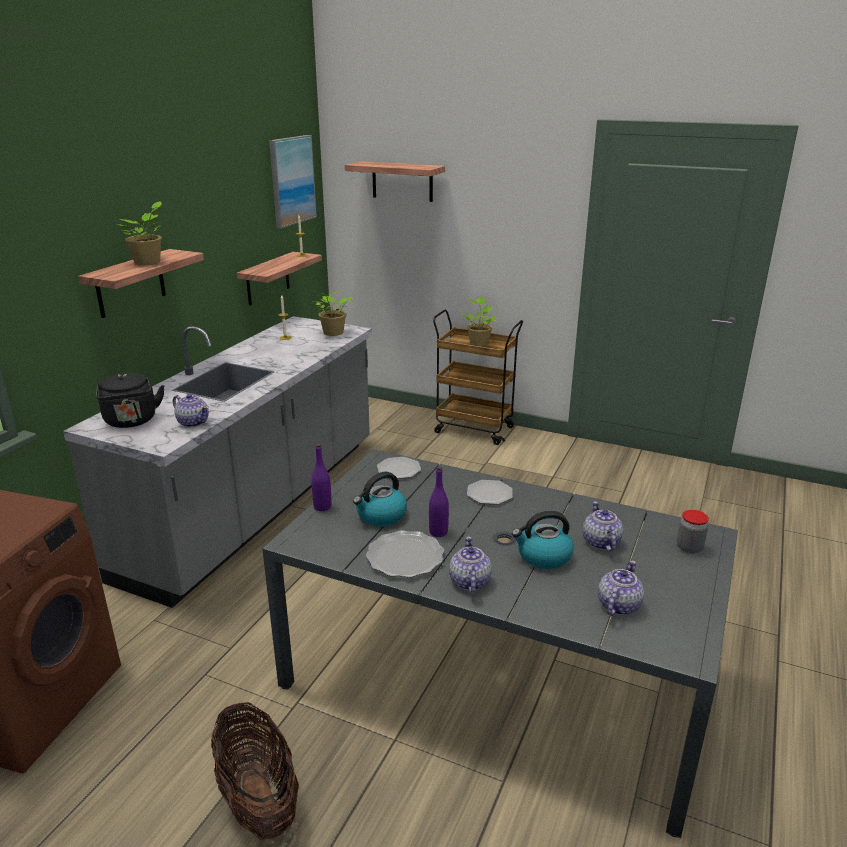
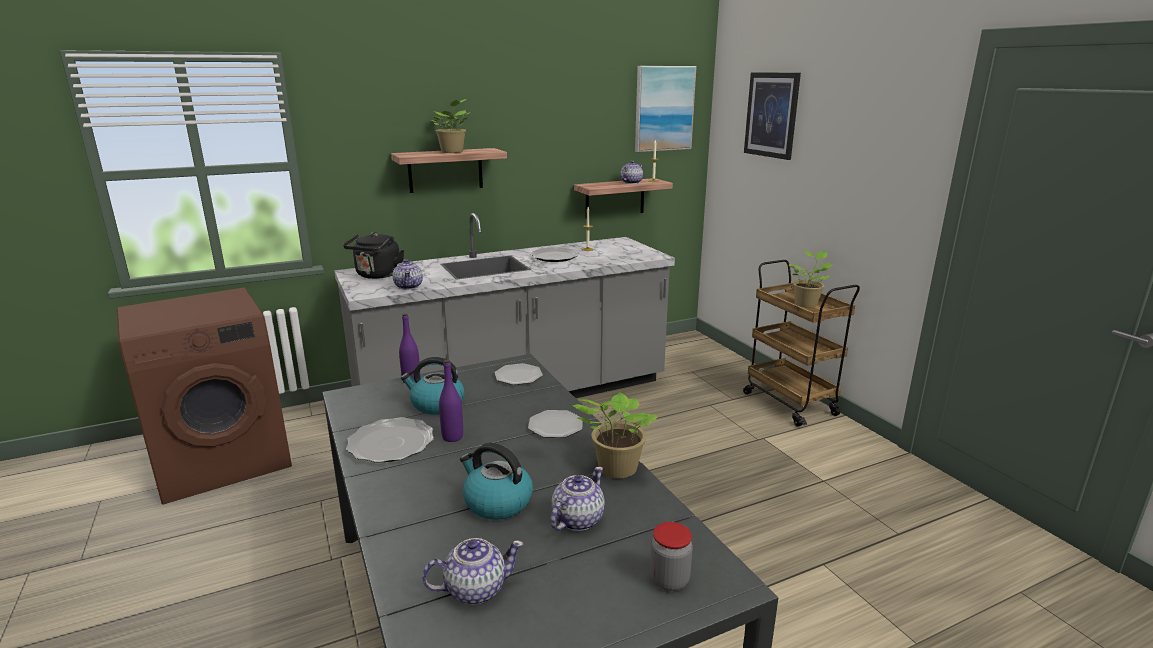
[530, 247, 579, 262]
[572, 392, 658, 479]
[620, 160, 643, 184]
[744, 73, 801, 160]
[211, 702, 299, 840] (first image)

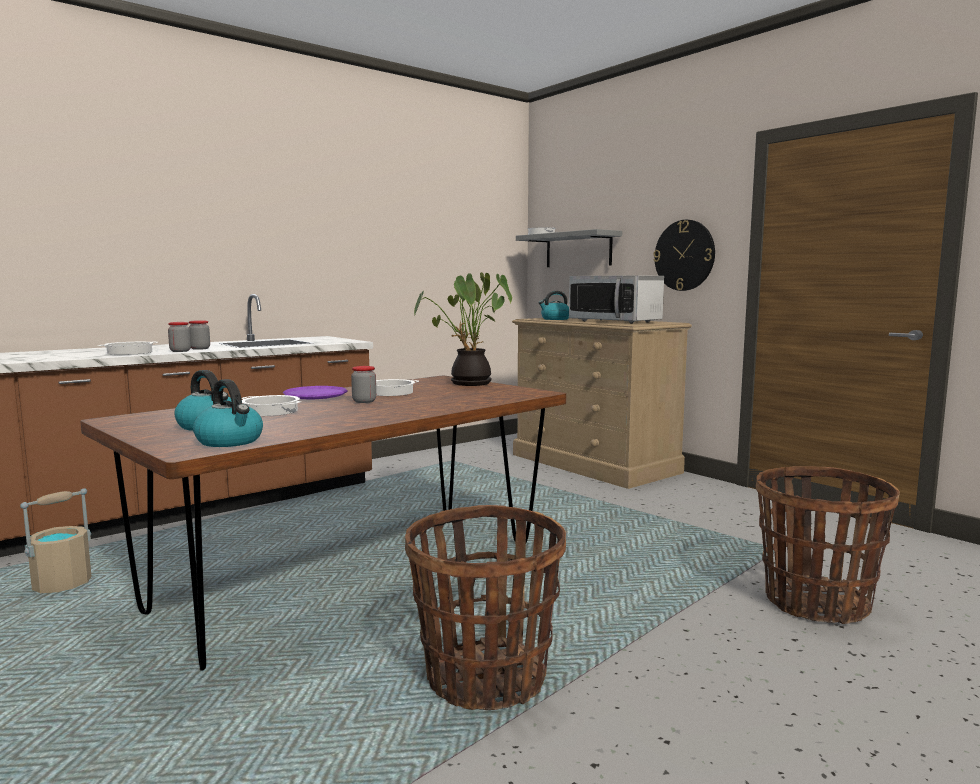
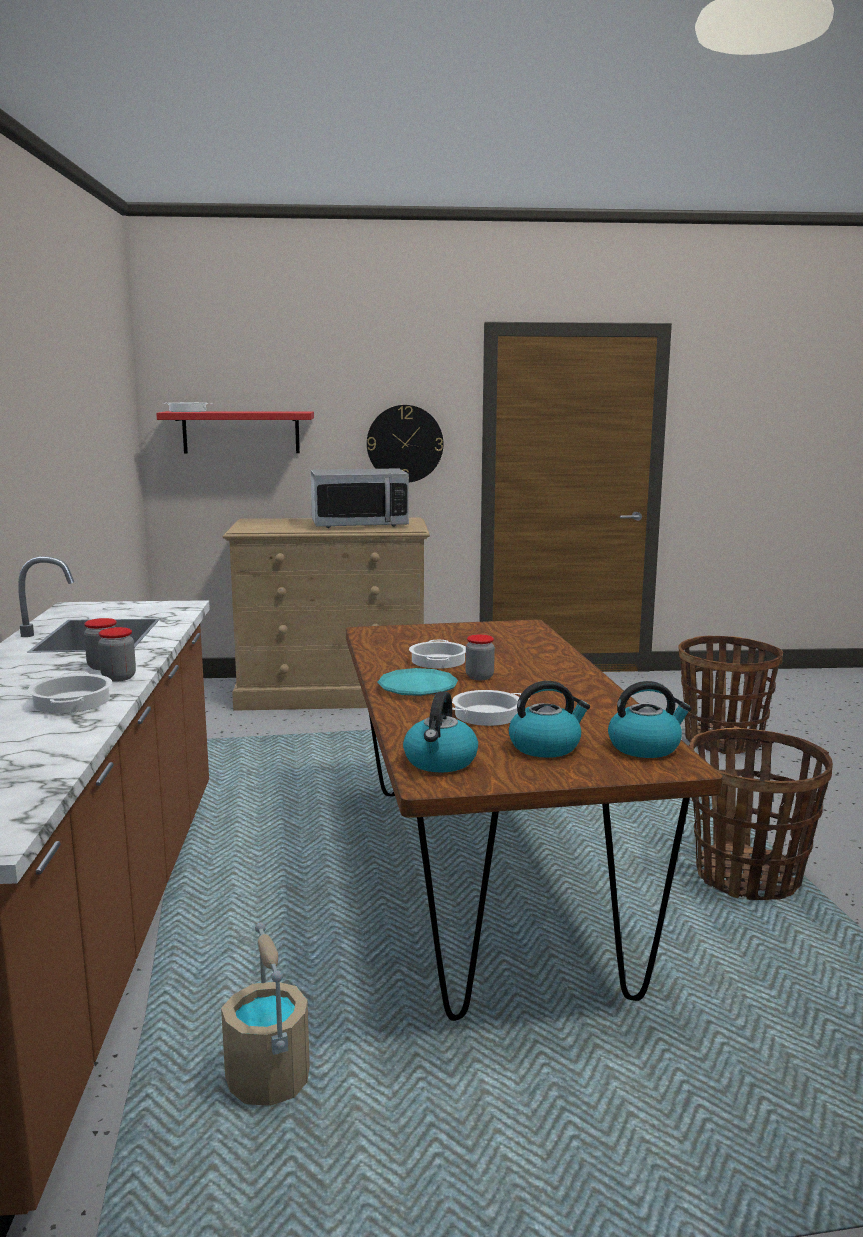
[156, 411, 314, 453]
[377, 668, 458, 696]
[403, 691, 478, 773]
[414, 272, 512, 386] (first image)

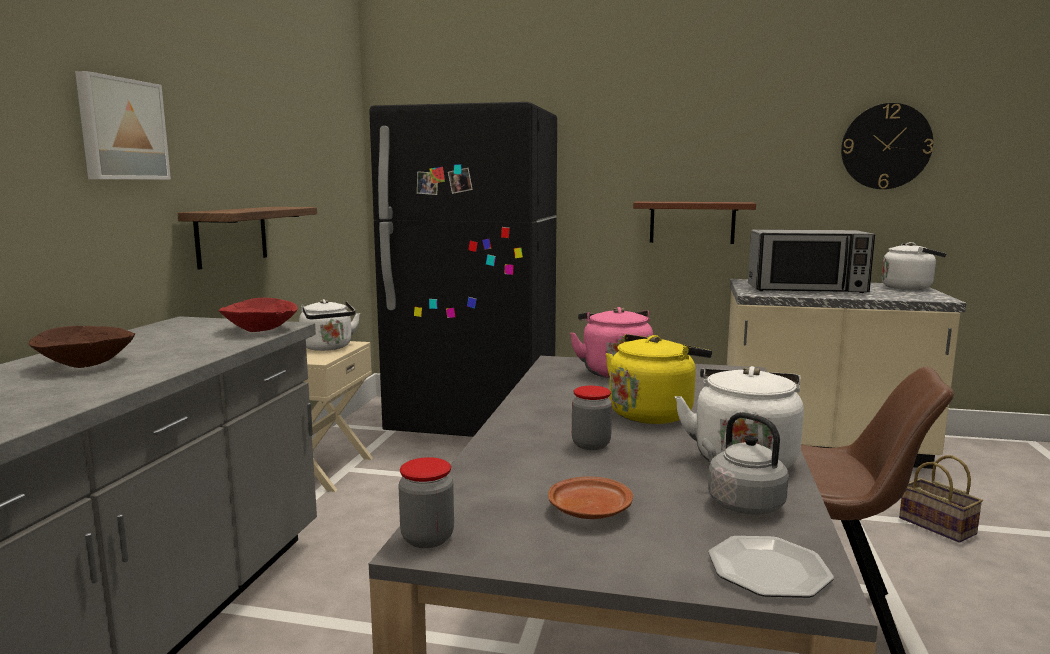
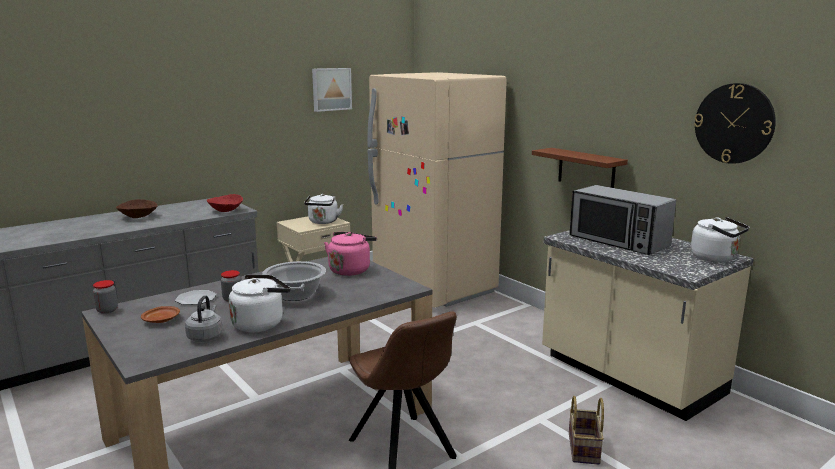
[175, 290, 217, 305]
[262, 261, 326, 301]
[312, 68, 352, 112]
[367, 72, 507, 308]
[178, 207, 317, 270] (first image)

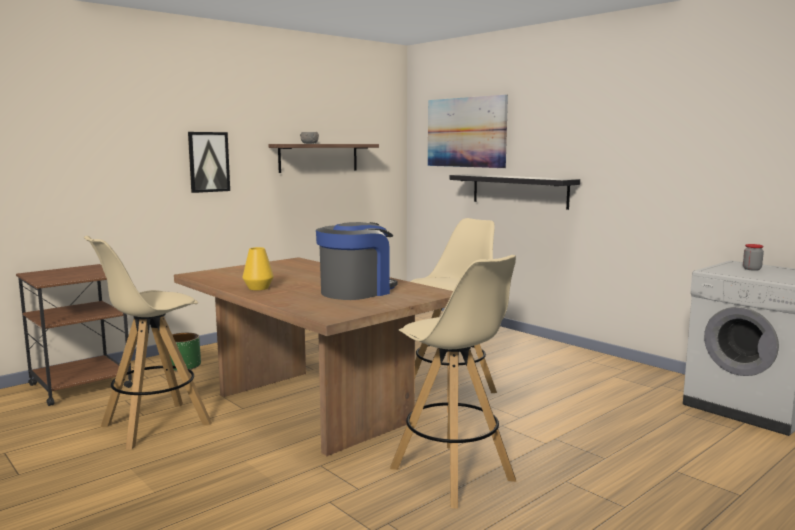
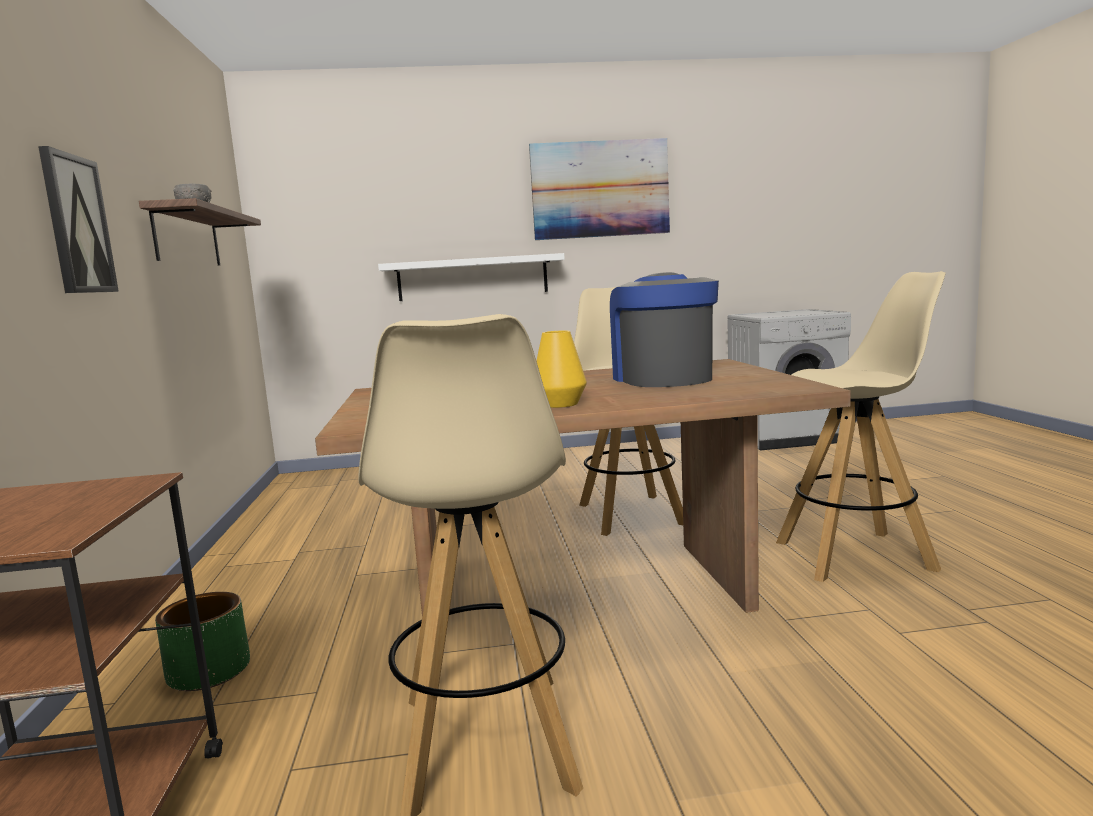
[378, 253, 565, 301]
[529, 138, 670, 240]
[743, 244, 764, 271] (first image)

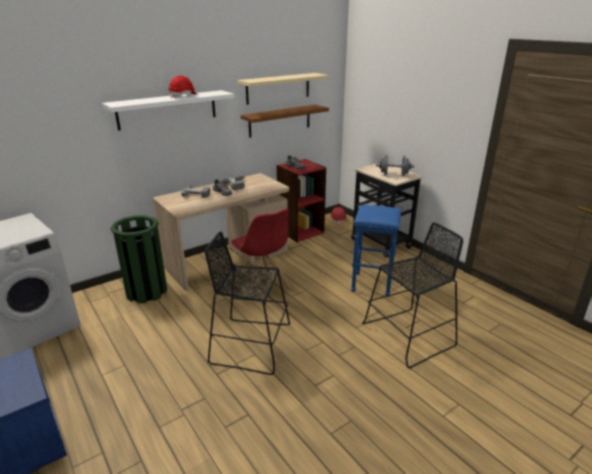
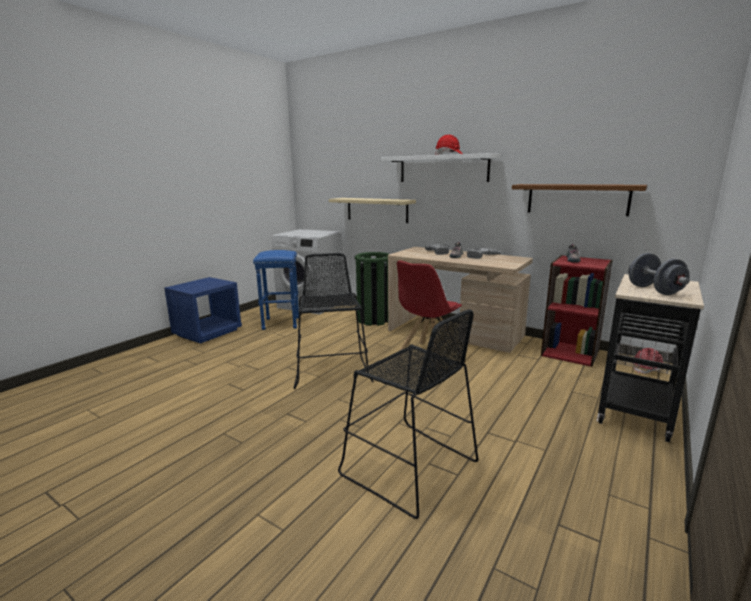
[253, 250, 299, 330]
[329, 198, 416, 223]

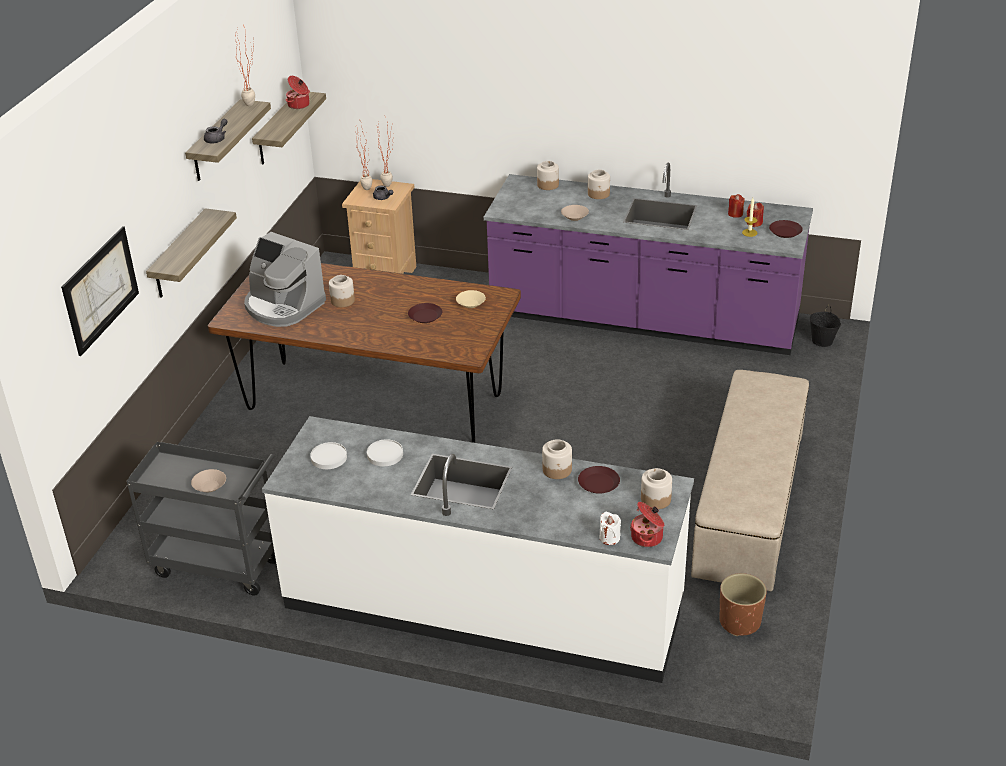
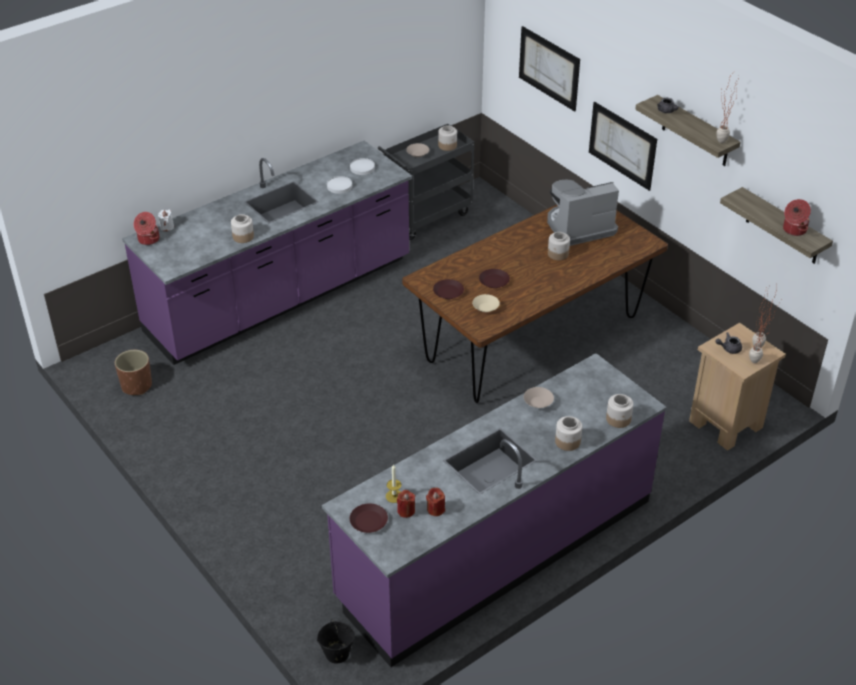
[122, 140, 412, 365]
[433, 279, 464, 299]
[438, 125, 457, 151]
[589, 102, 657, 191]
[691, 370, 809, 591] (first image)

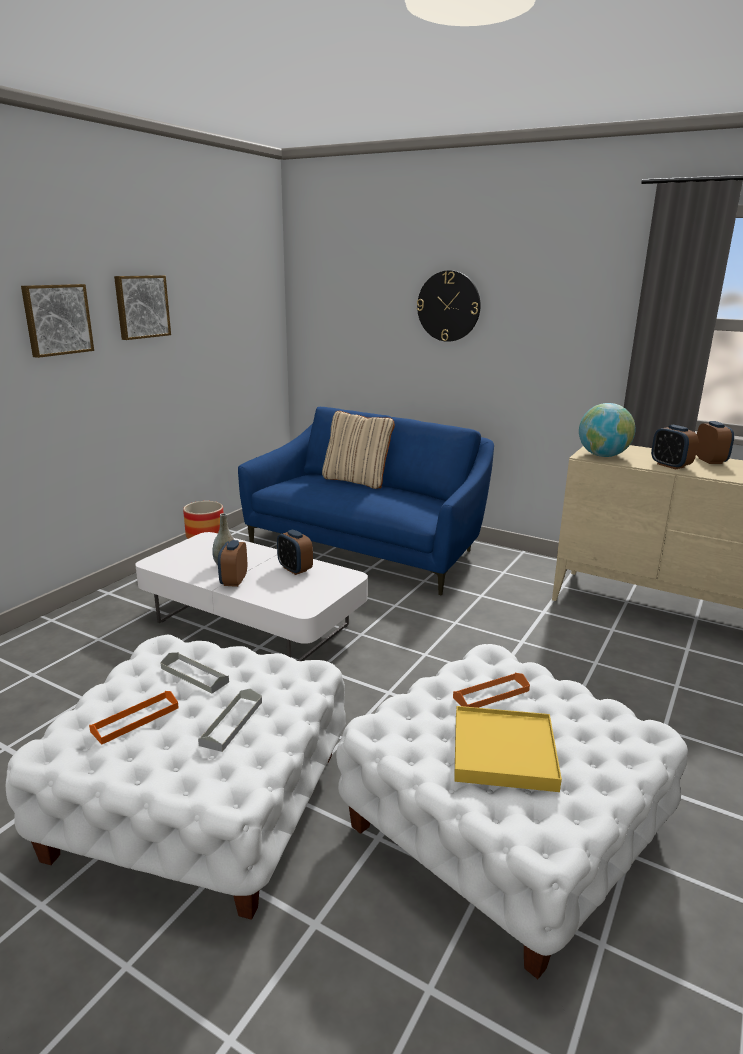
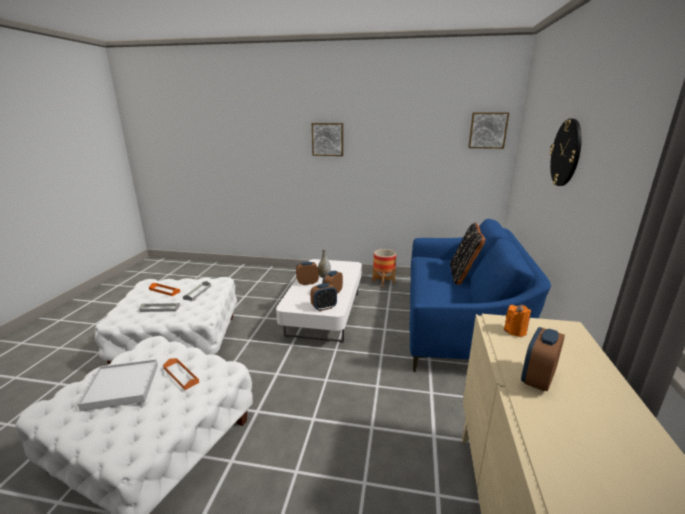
[78, 359, 158, 412]
[310, 283, 337, 311]
[450, 223, 485, 285]
[468, 113, 509, 149]
[504, 304, 531, 337]

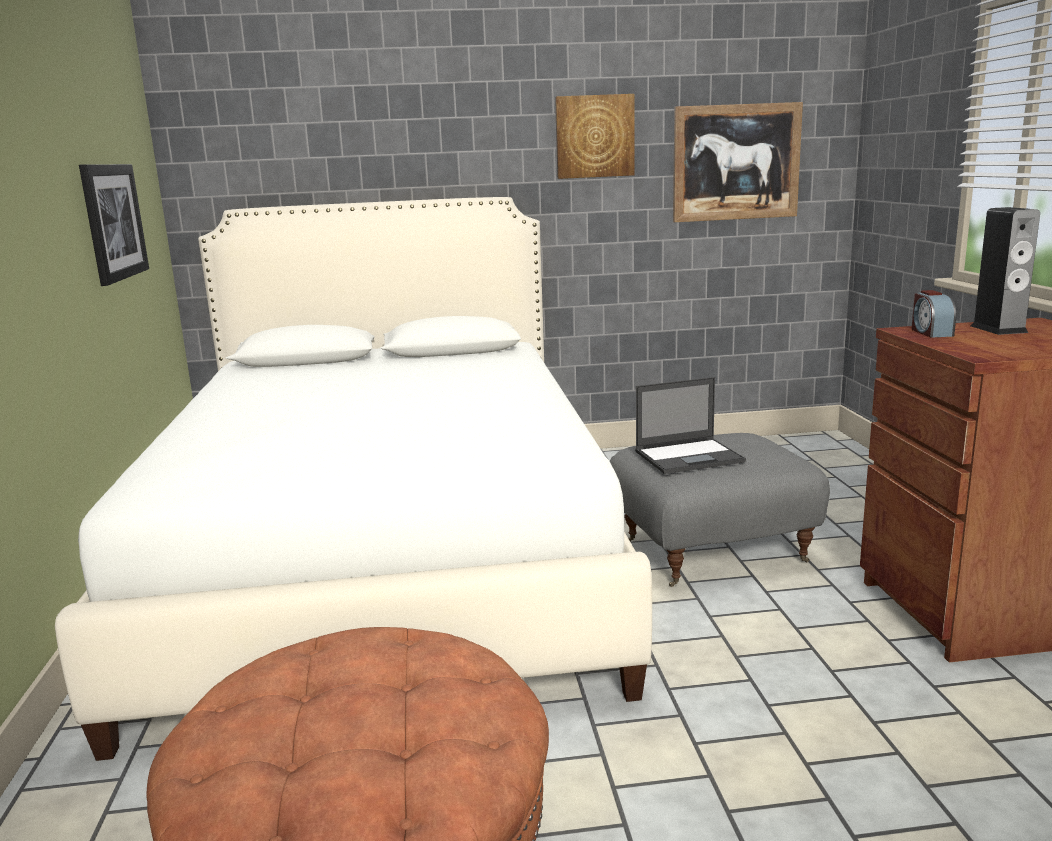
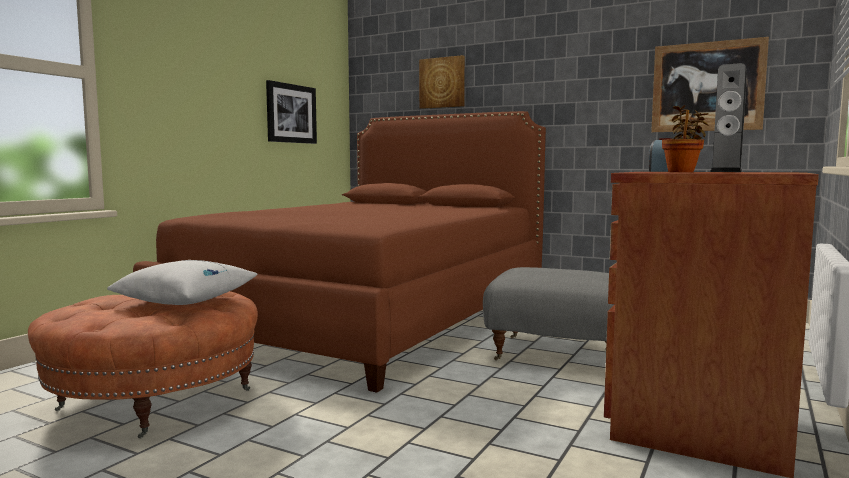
[107, 260, 257, 305]
[133, 111, 546, 393]
[419, 55, 465, 109]
[662, 105, 709, 172]
[635, 377, 746, 474] (first image)

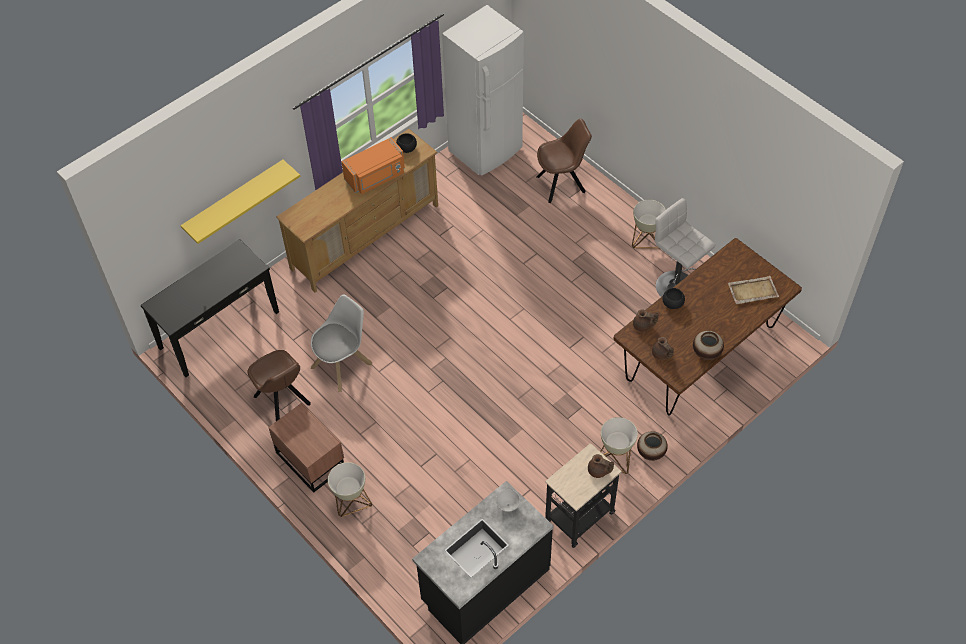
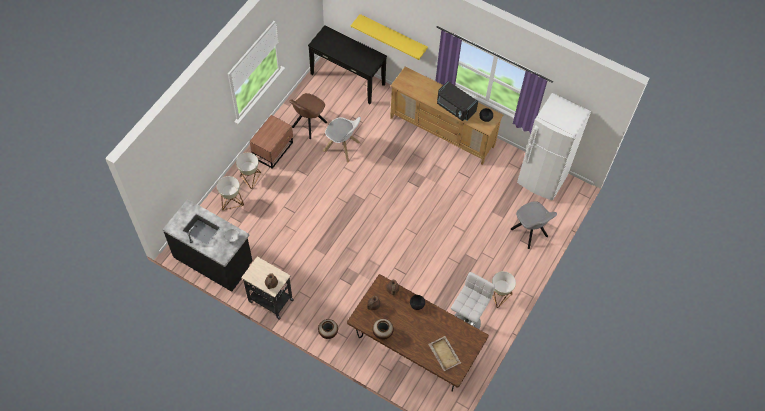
[217, 176, 244, 210]
[437, 81, 478, 121]
[511, 201, 557, 249]

